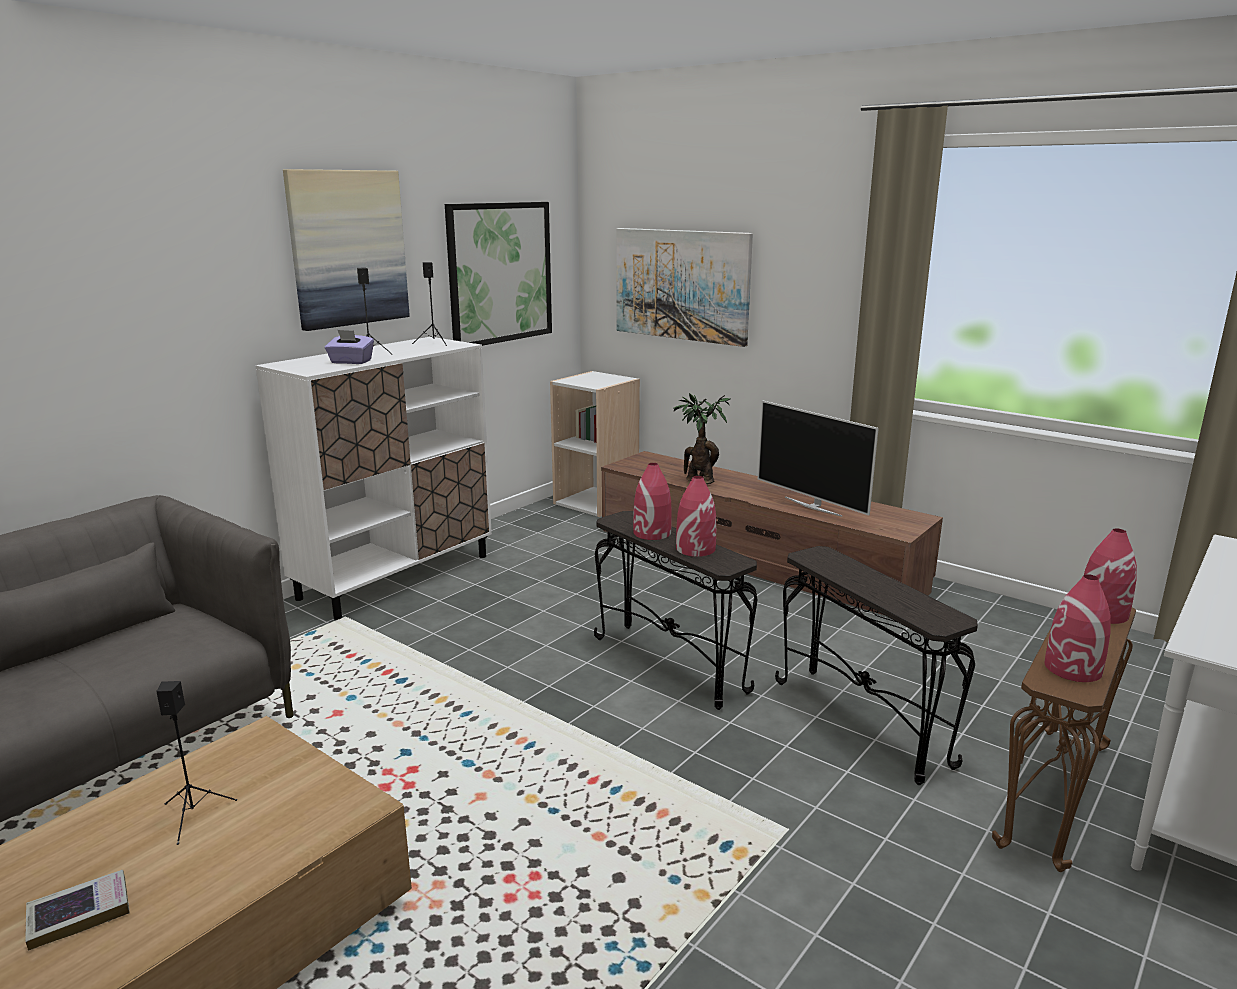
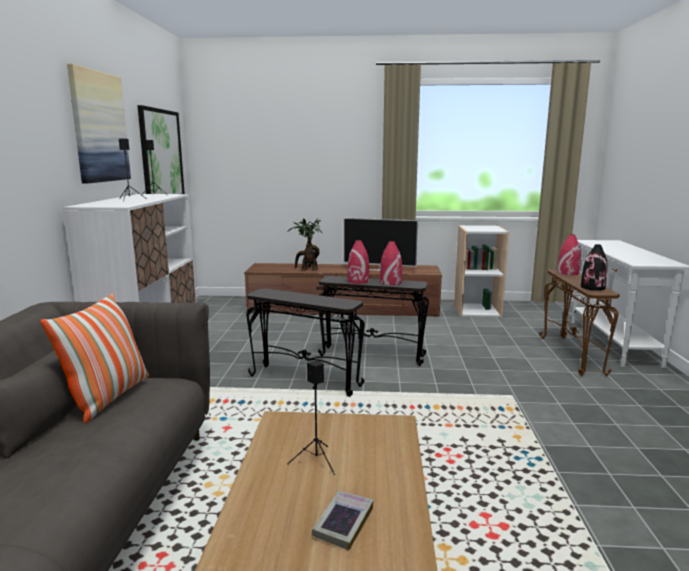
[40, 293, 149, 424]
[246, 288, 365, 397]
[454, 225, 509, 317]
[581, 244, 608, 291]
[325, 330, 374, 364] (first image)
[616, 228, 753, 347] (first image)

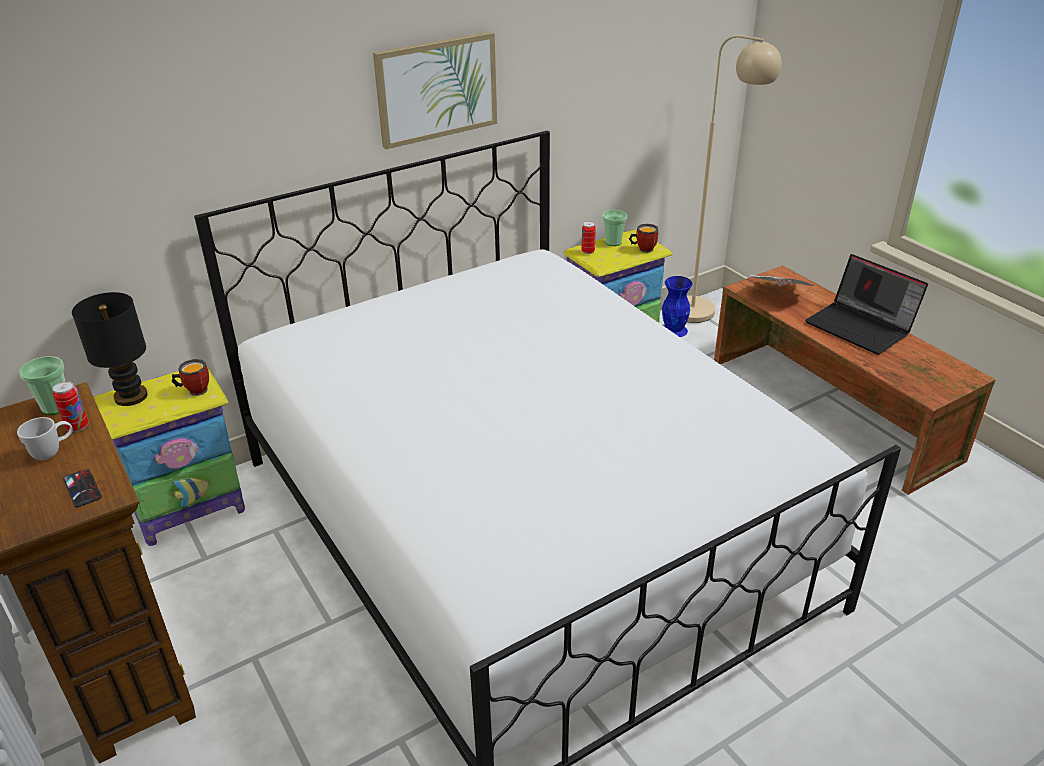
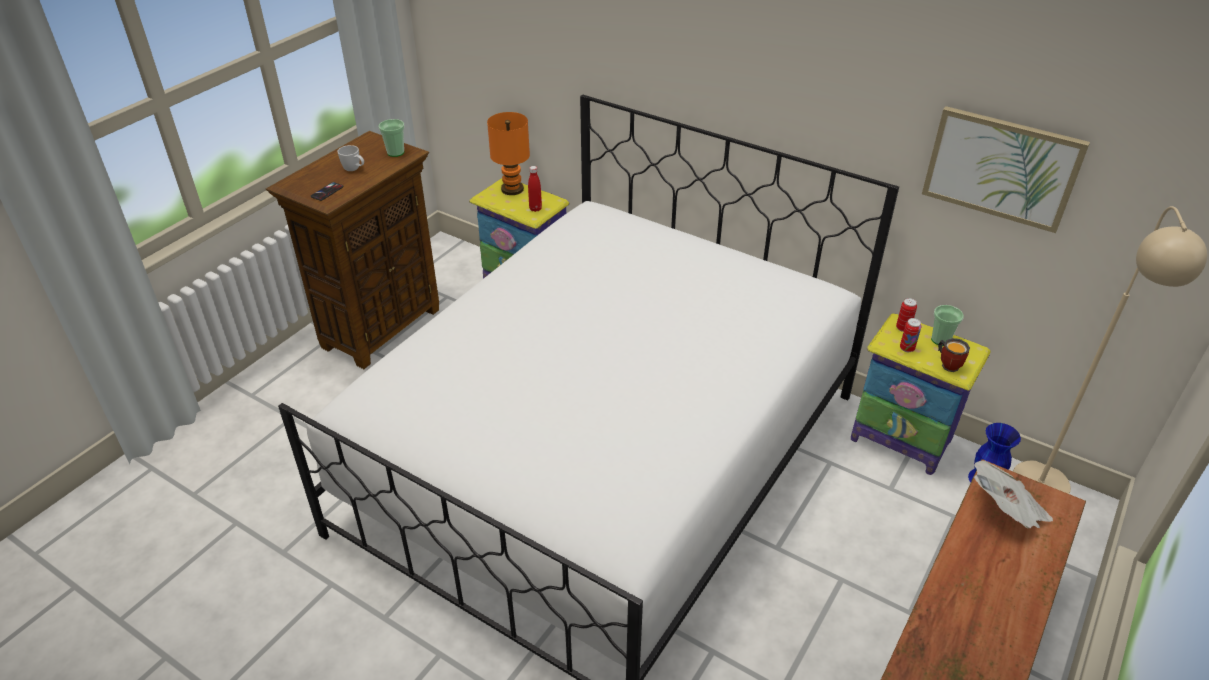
[487, 112, 530, 195]
[528, 166, 542, 212]
[900, 318, 921, 352]
[922, 106, 1090, 233]
[805, 254, 928, 355] (first image)

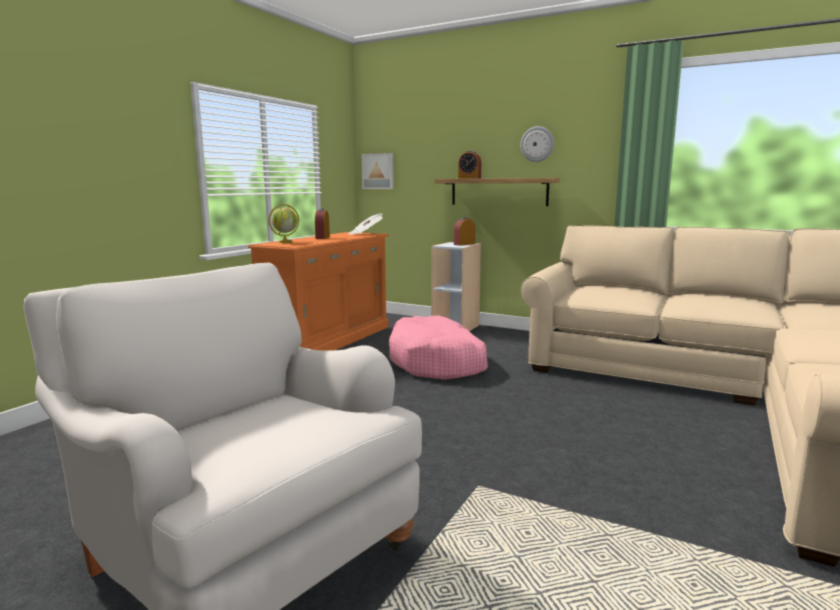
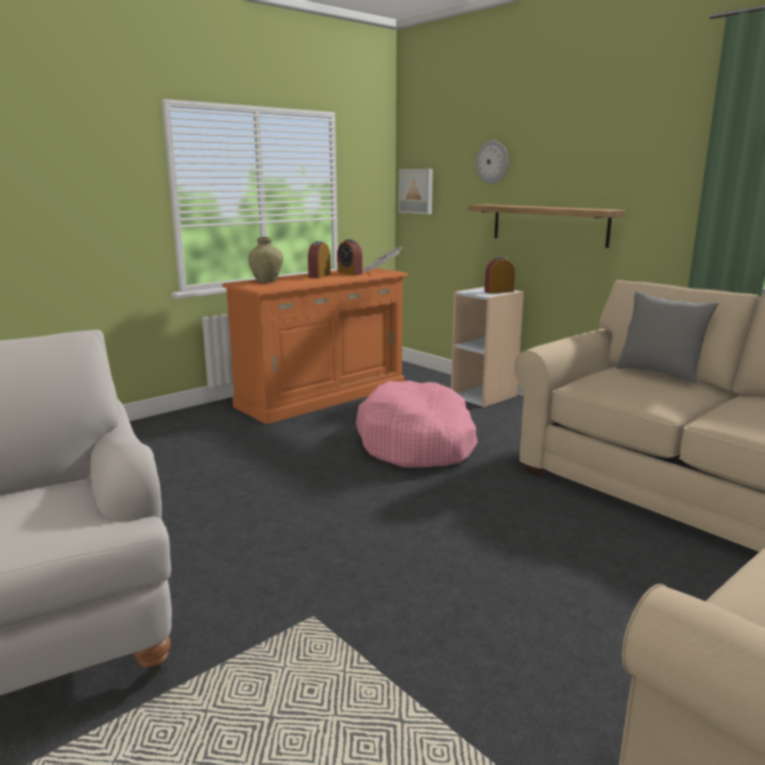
[248, 237, 283, 283]
[337, 239, 363, 275]
[476, 140, 509, 184]
[616, 292, 719, 385]

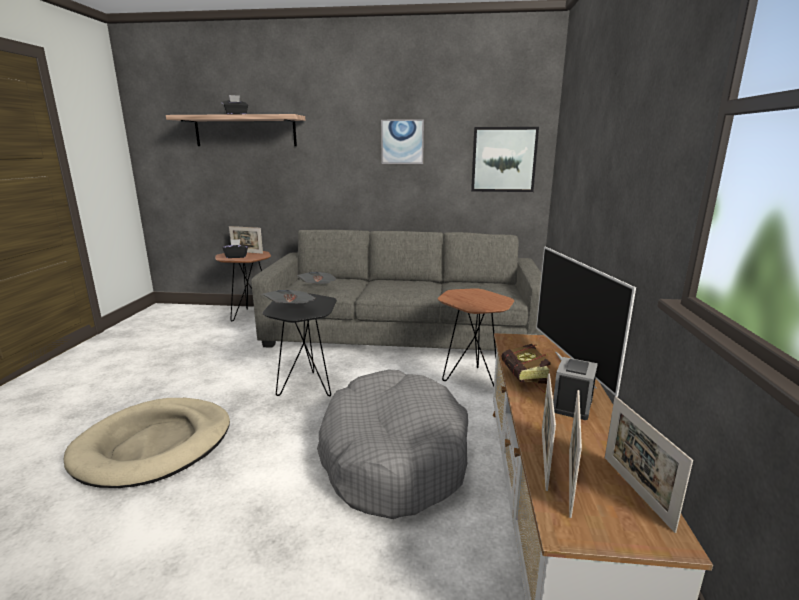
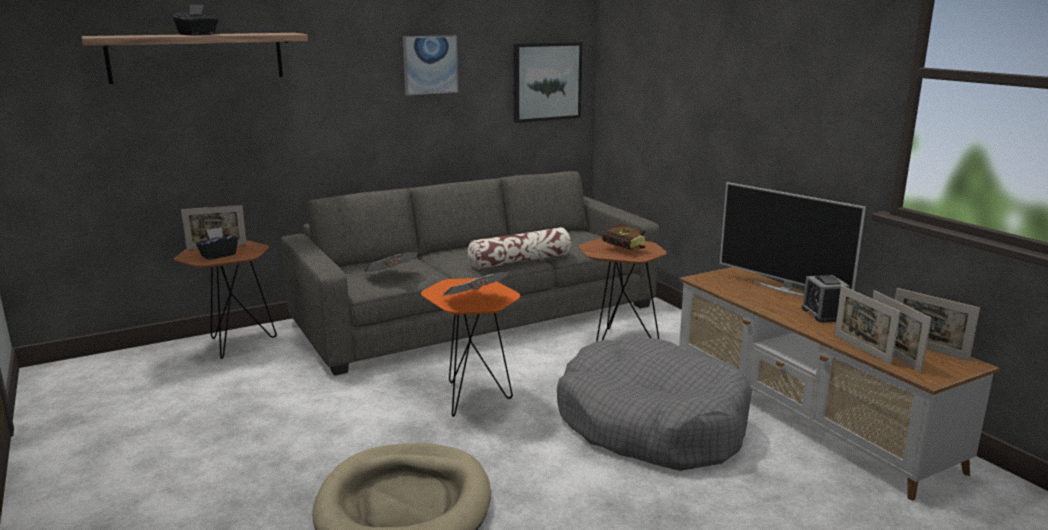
[421, 278, 520, 417]
[468, 227, 571, 270]
[602, 223, 649, 255]

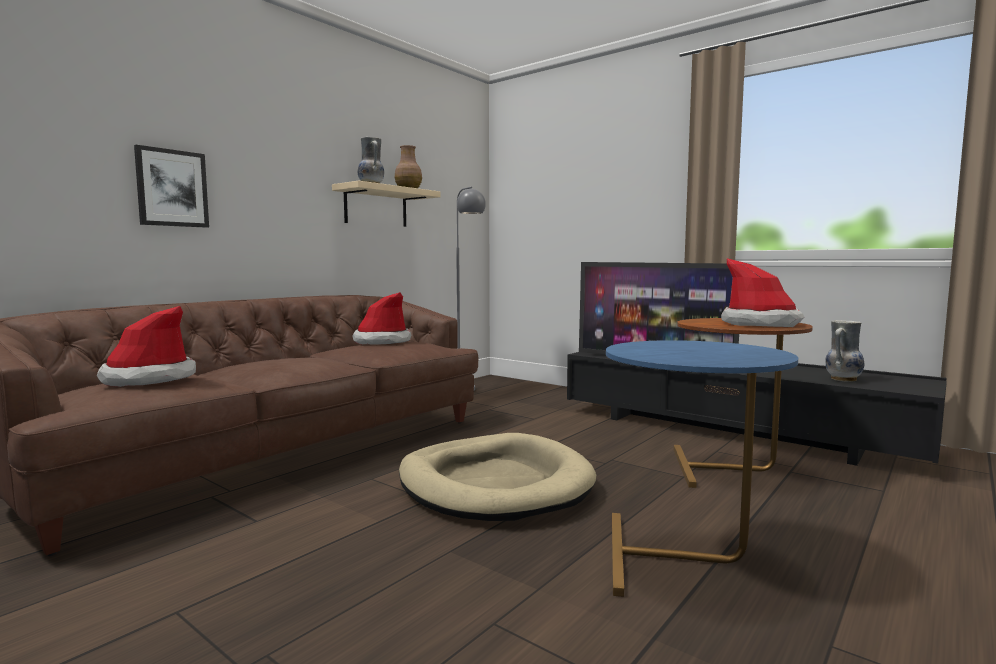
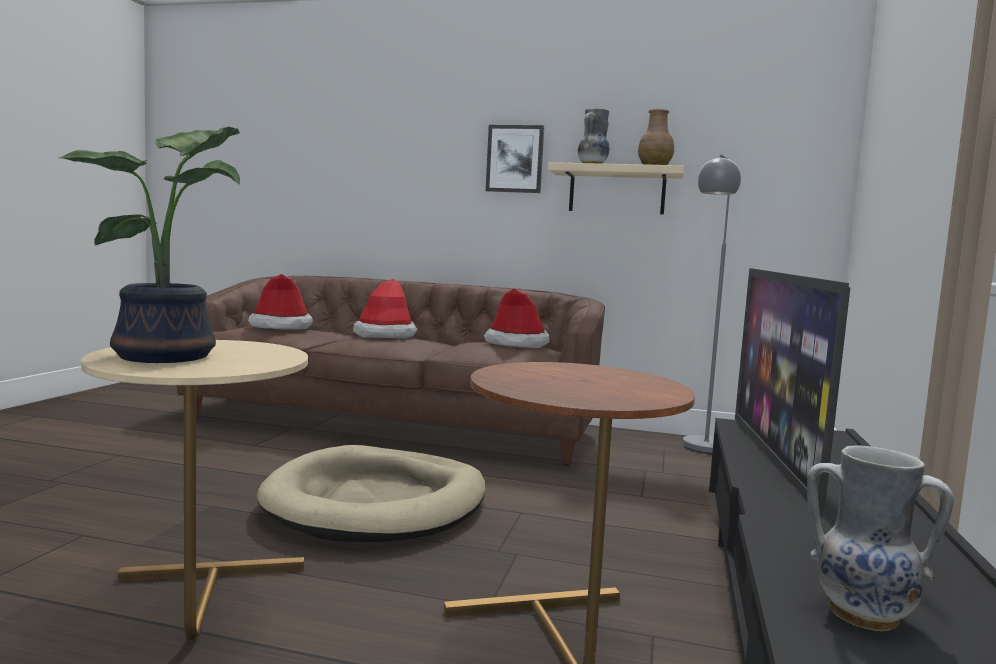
[59, 127, 240, 363]
[81, 340, 308, 640]
[353, 279, 418, 338]
[486, 125, 544, 193]

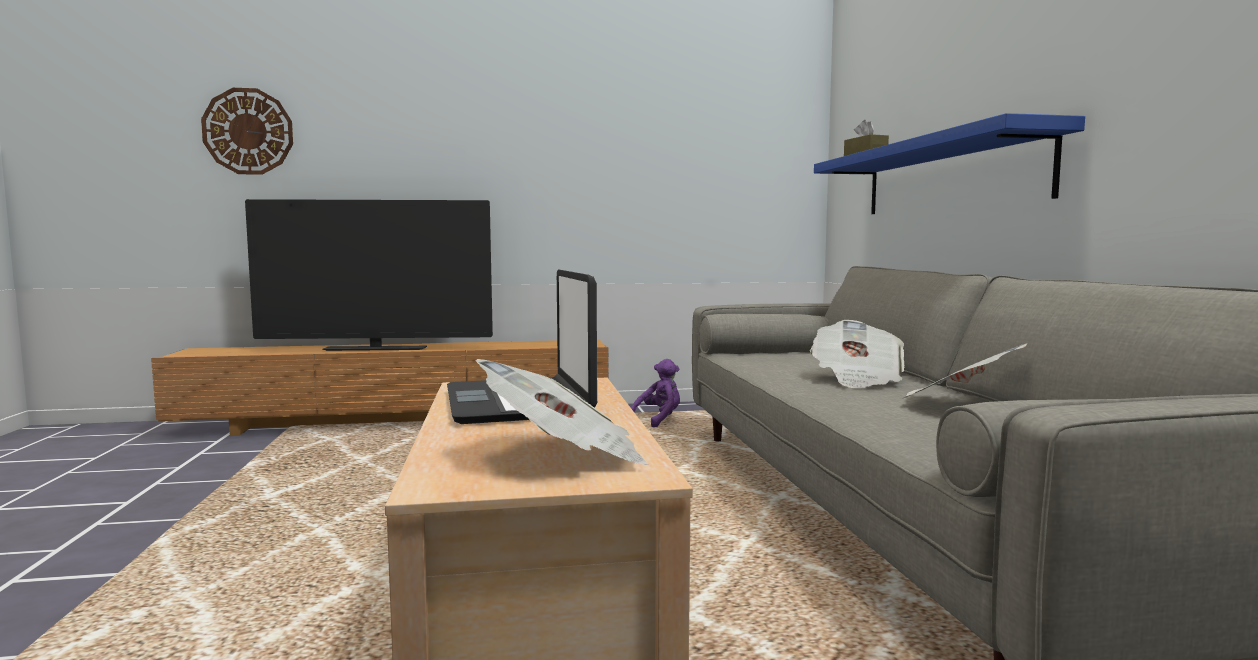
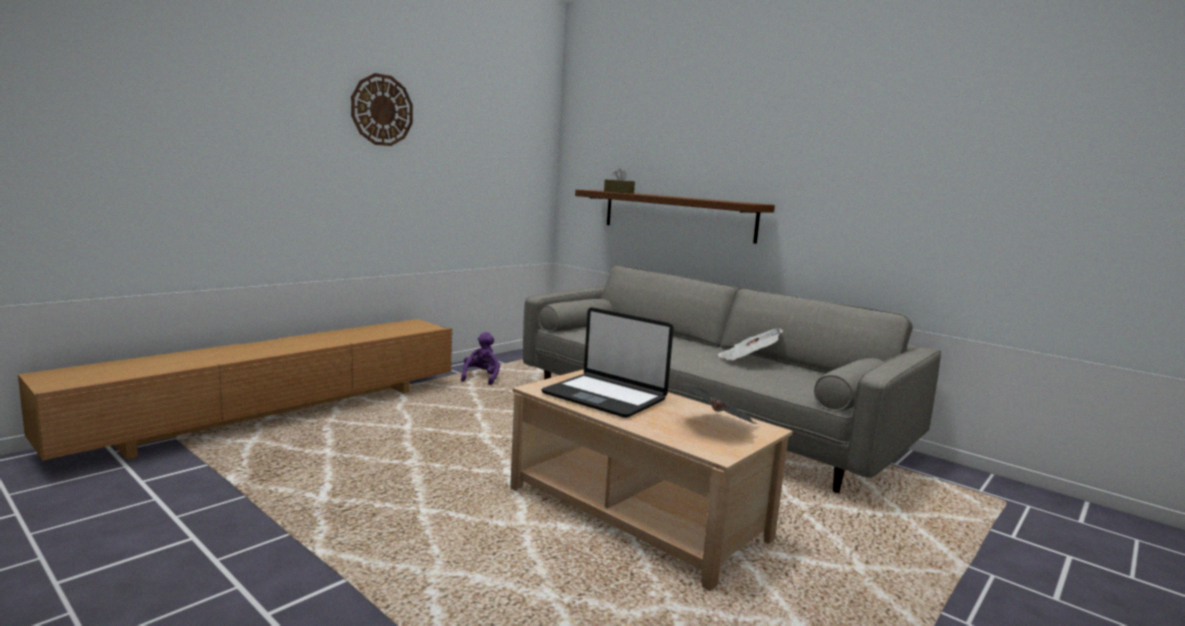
[351, 73, 413, 146]
[575, 190, 775, 244]
[245, 199, 493, 351] (first image)
[810, 320, 905, 388] (first image)

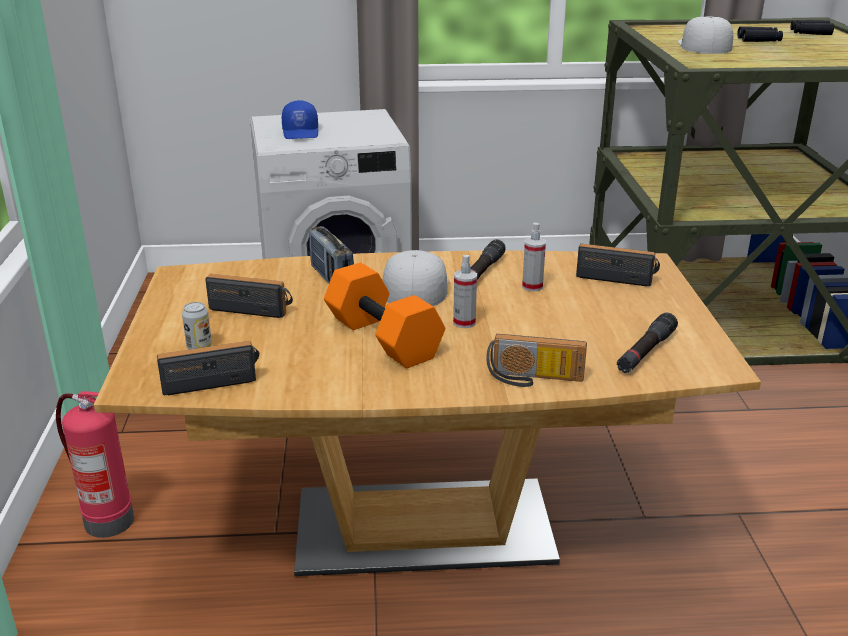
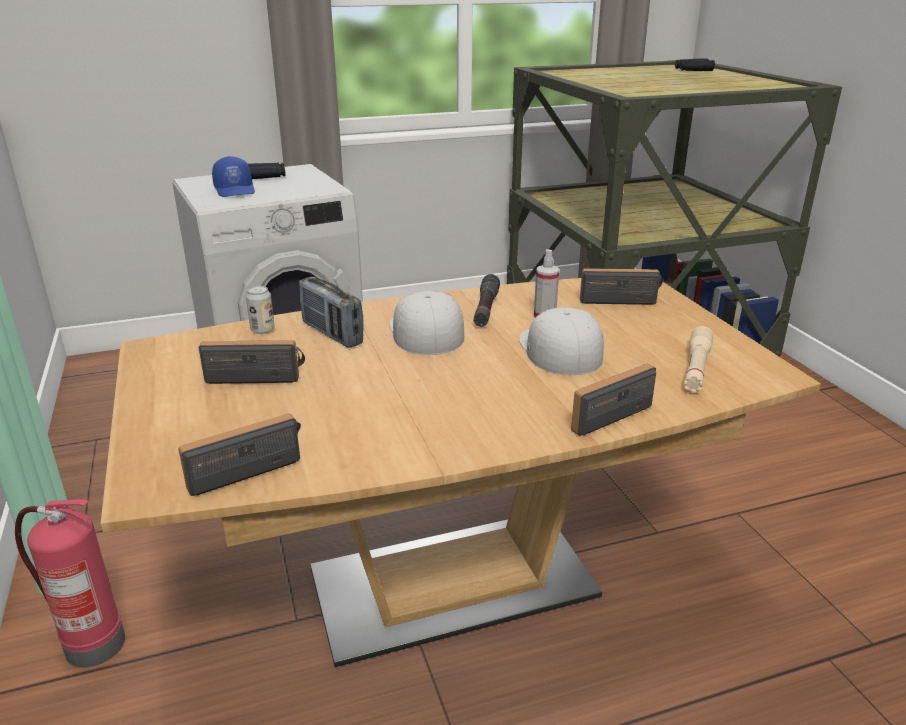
[246, 286, 275, 334]
[248, 163, 286, 179]
[519, 307, 604, 375]
[571, 364, 656, 436]
[684, 326, 713, 393]
[324, 263, 445, 368] (first image)
[453, 255, 477, 328] (first image)

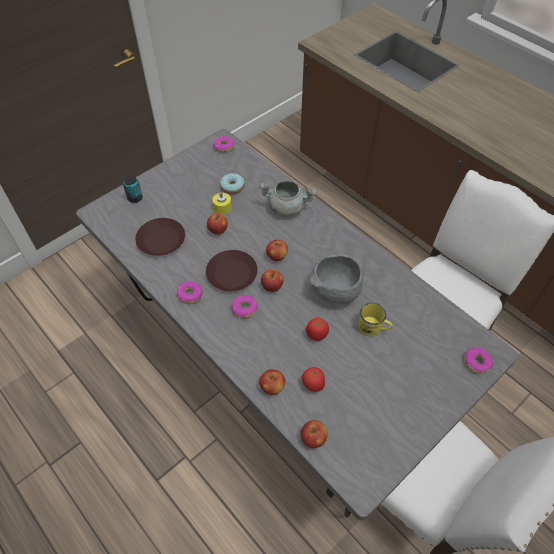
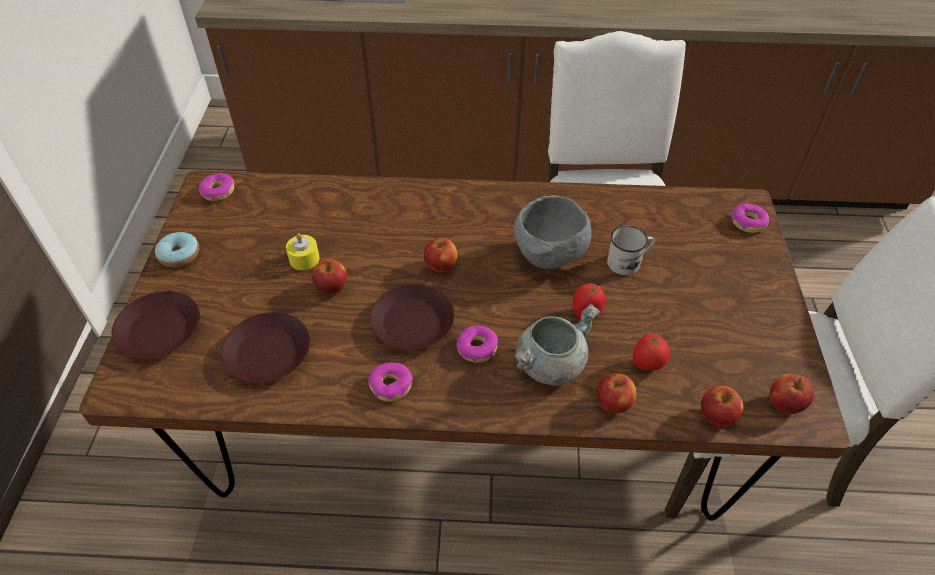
[79, 171, 851, 521]
[112, 291, 200, 358]
[155, 232, 199, 268]
[514, 304, 600, 385]
[607, 226, 655, 275]
[769, 374, 814, 414]

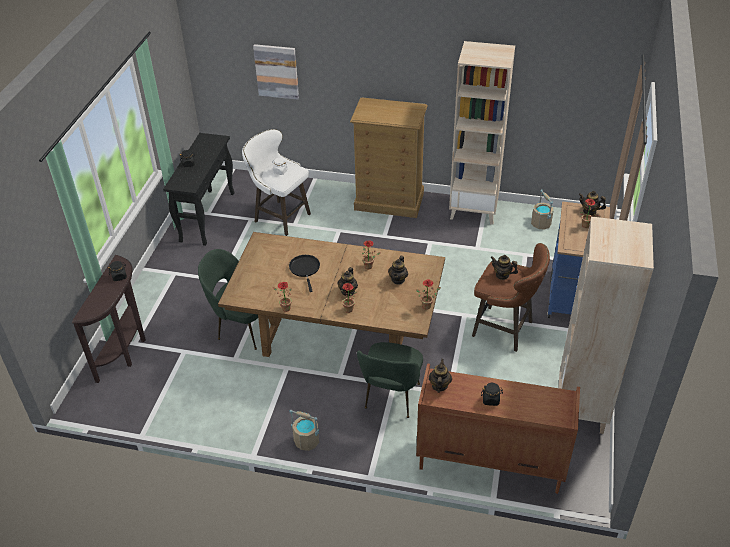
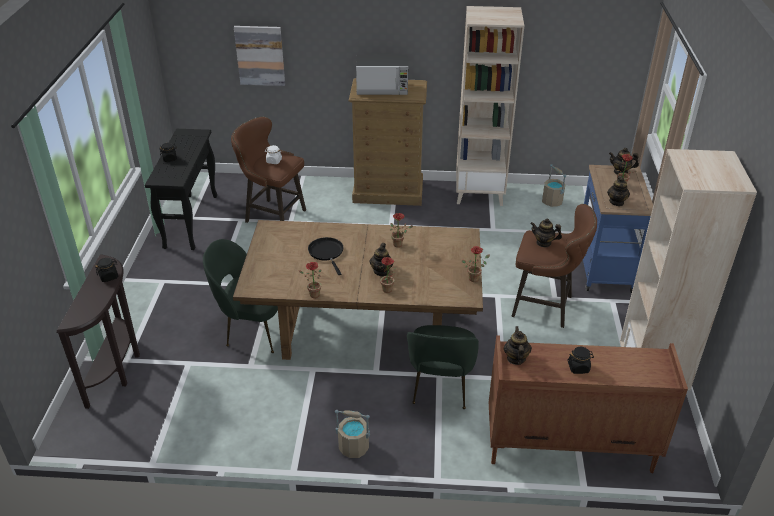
[231, 117, 306, 223]
[356, 55, 408, 95]
[607, 175, 630, 206]

